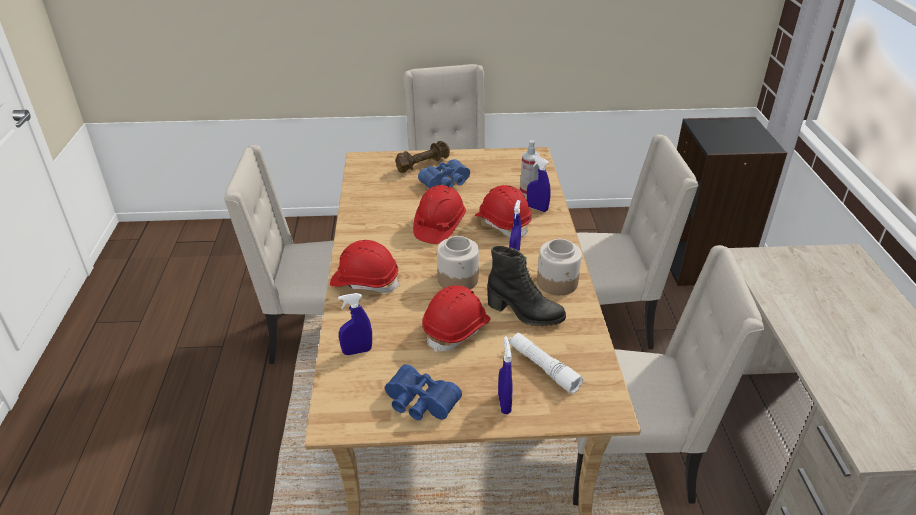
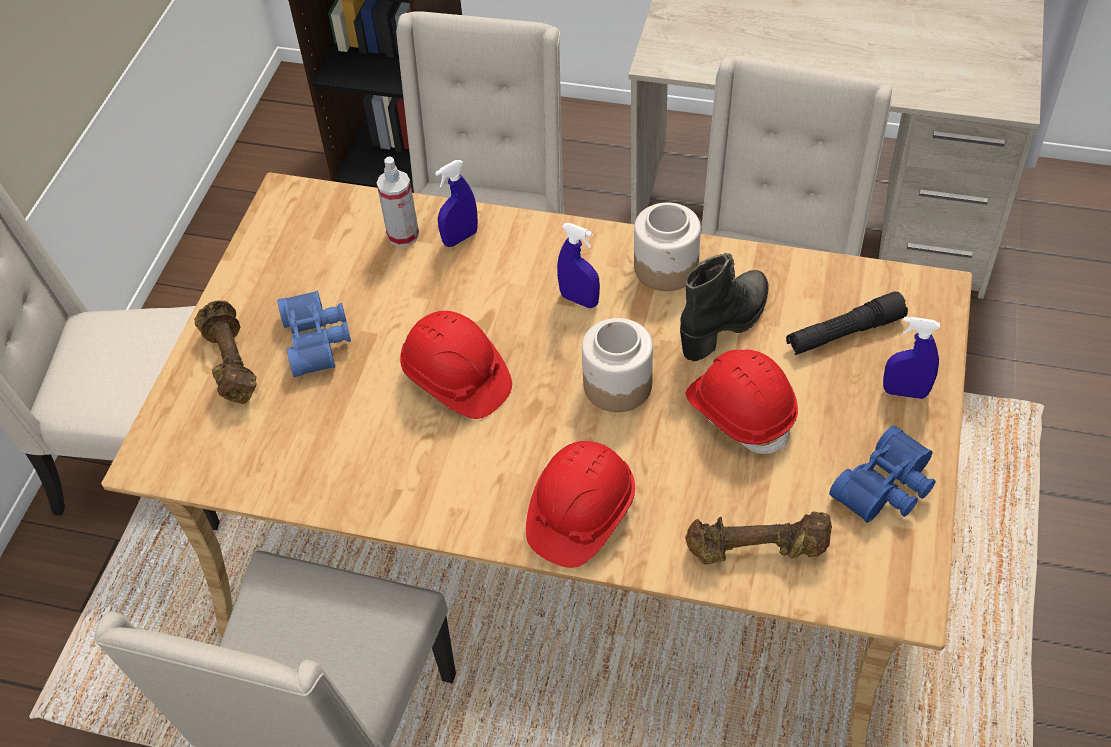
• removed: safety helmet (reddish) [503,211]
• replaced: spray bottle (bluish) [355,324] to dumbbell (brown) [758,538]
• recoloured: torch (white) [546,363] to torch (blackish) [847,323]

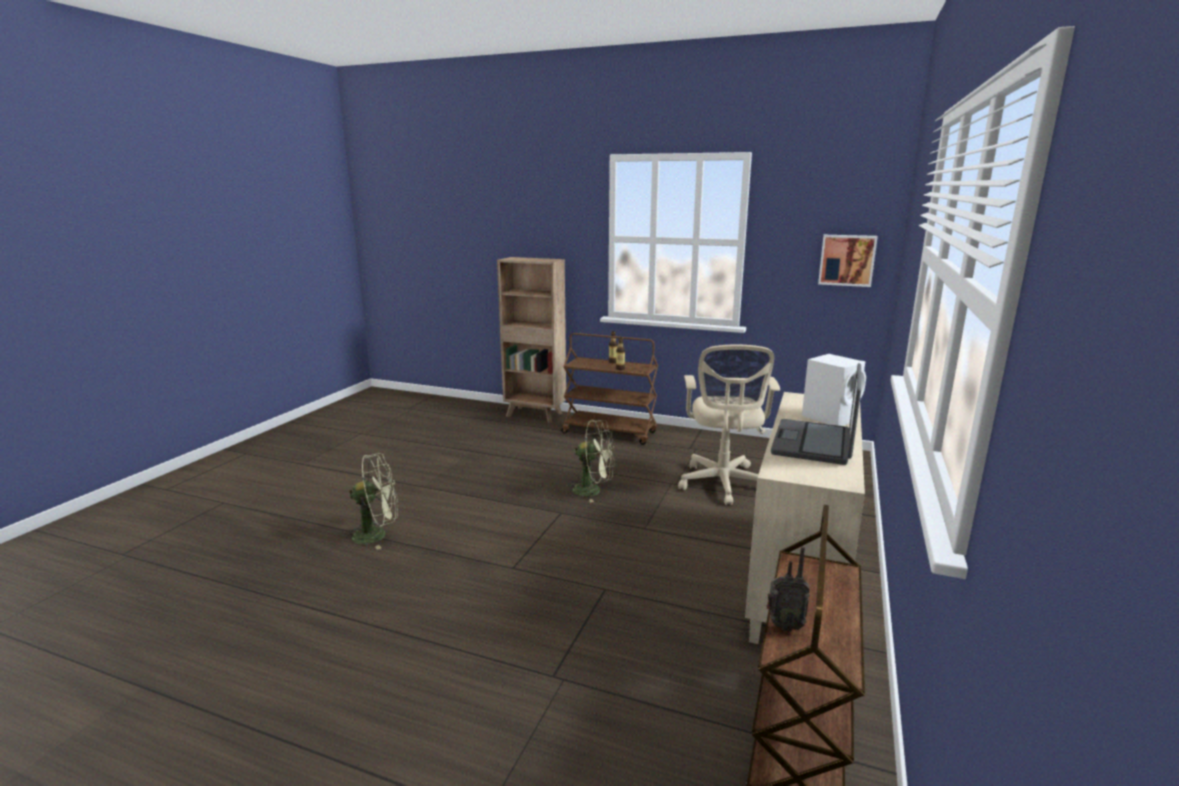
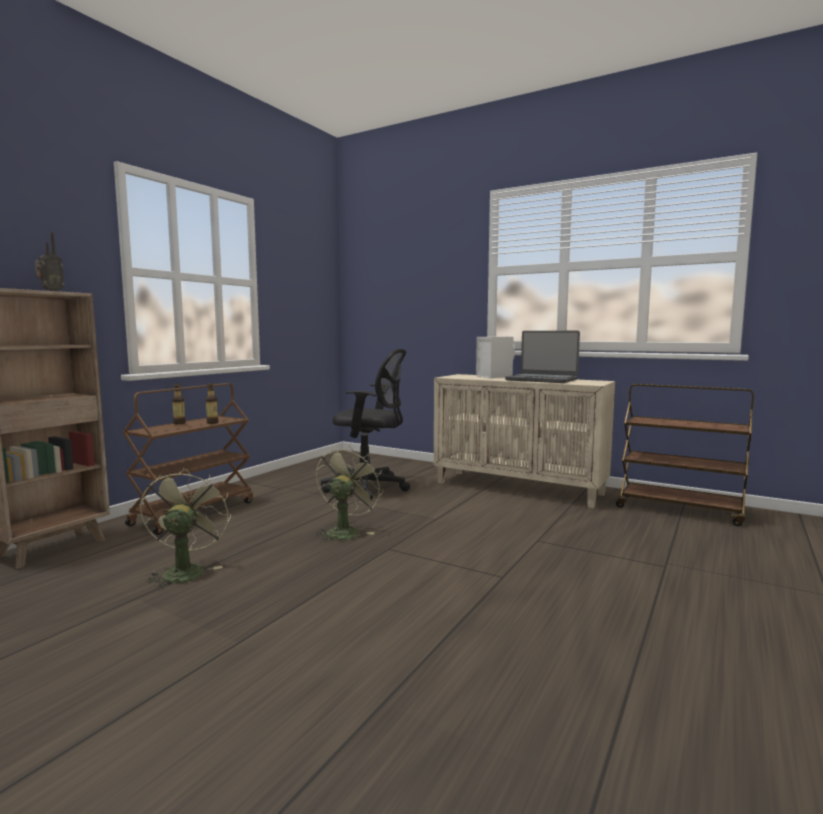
• removed: wall art [848,261]
• recoloured: office chair (sand-coloured) [729,424] to office chair (blackish) [365,424]
• moved: electric fan (green-coloured) [370,501] to [185,528]
• moved: radio receiver [788,588] to [49,261]

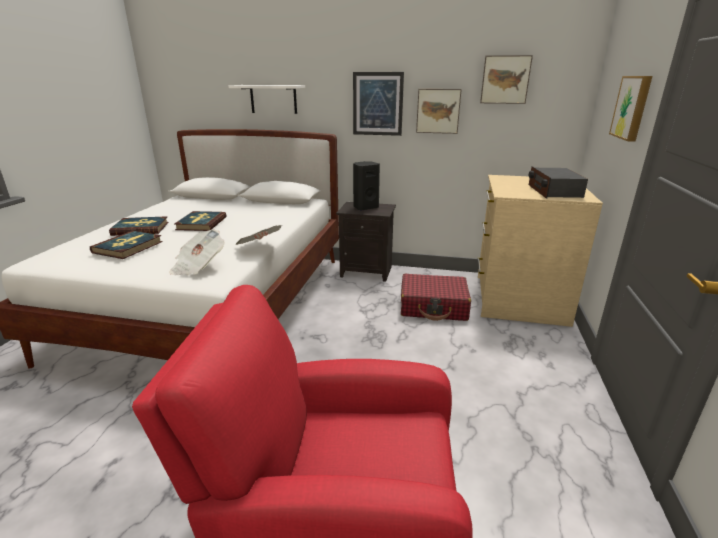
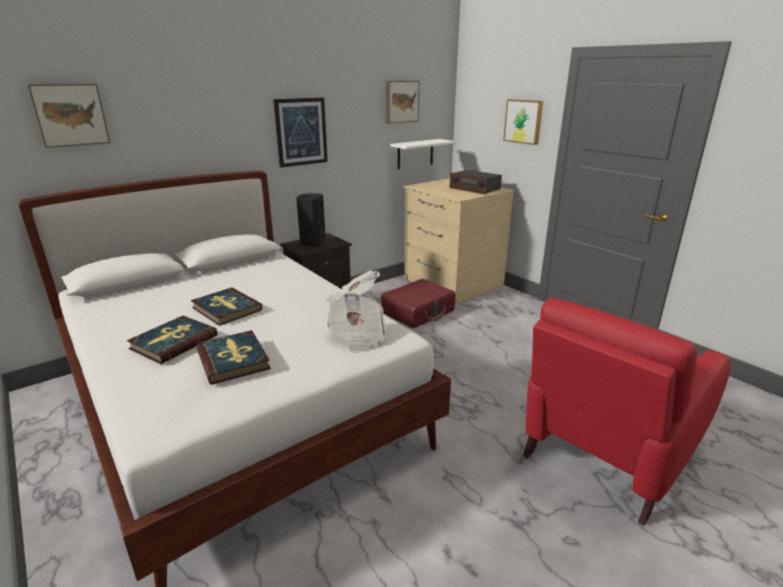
• moved: wall shelf (white) [267,99] to [423,154]
• moved: wall art [439,111] to [68,116]

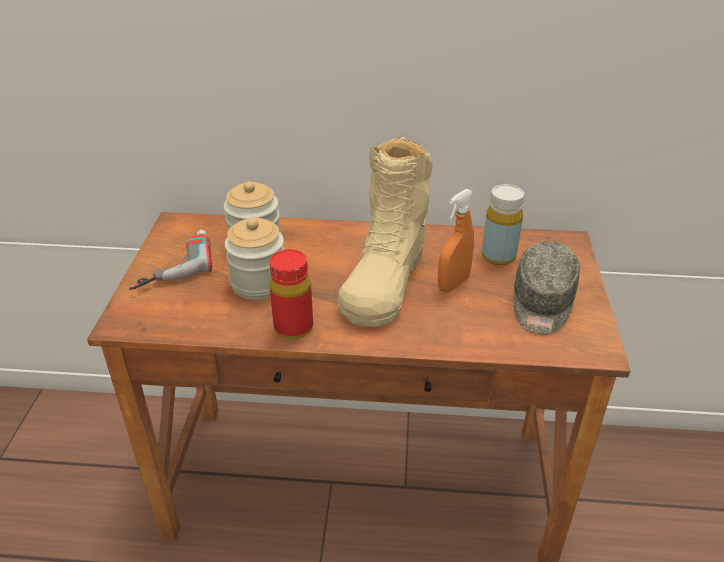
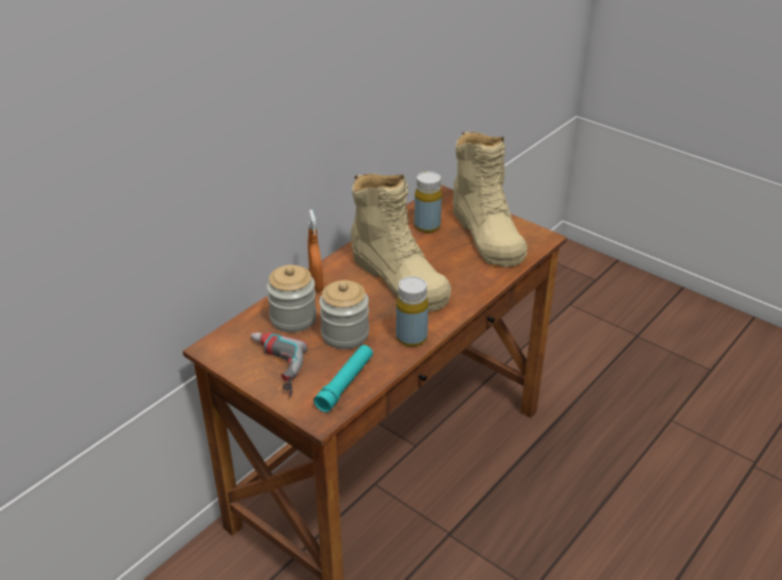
• moved: spray bottle (orangey) [456,240] to [315,251]
• replaced: peaked cap (grey) [546,287] to boot (sand-coloured) [490,199]
• recoloured: bottle (reddish) [291,294] to bottle (yellowish) [412,311]
• added: torch (blue-green) [343,378]

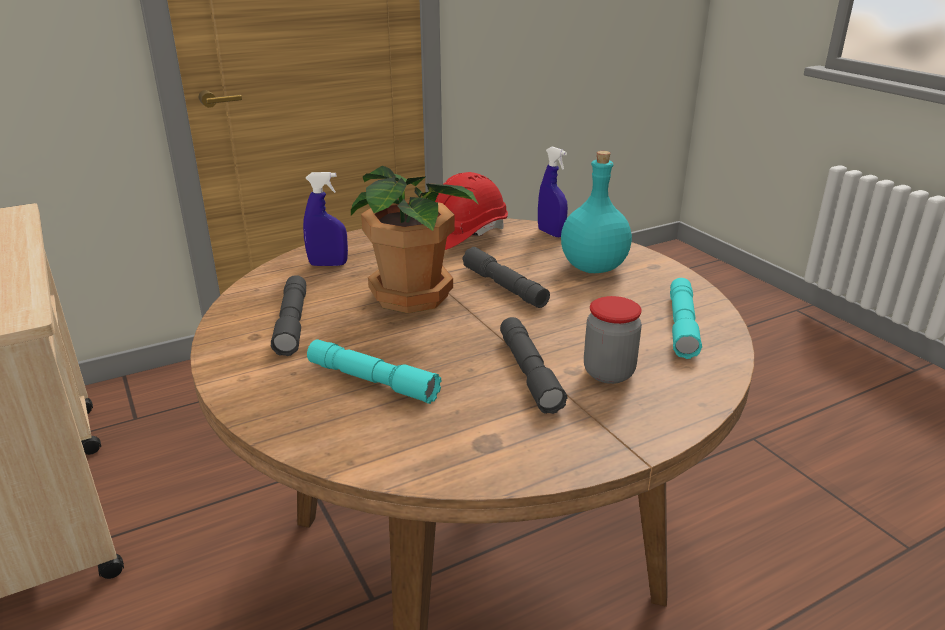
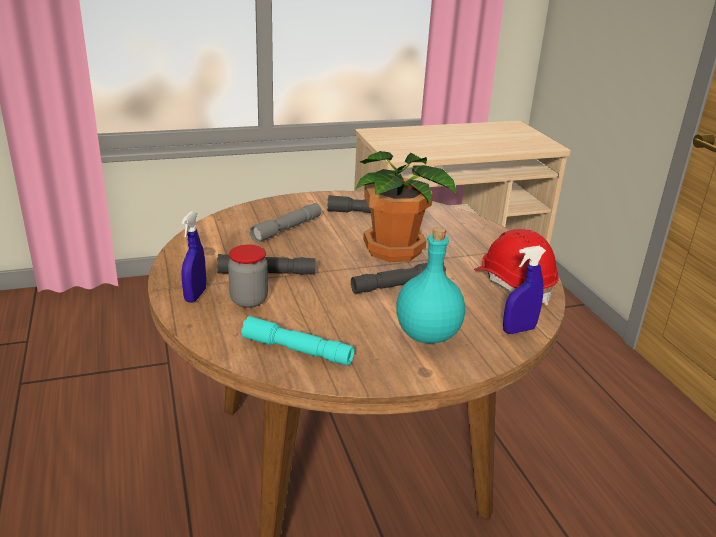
• moved: spray bottle (bluish) [325,219] to [193,257]
• recoloured: torch (blue-green) [374,371] to torch (grey) [286,223]

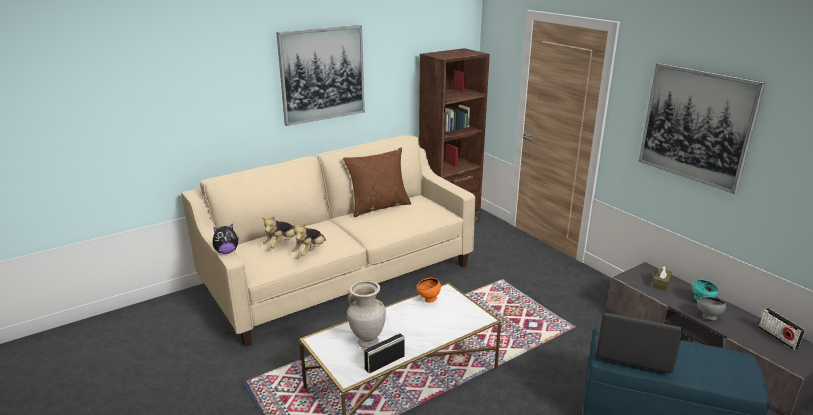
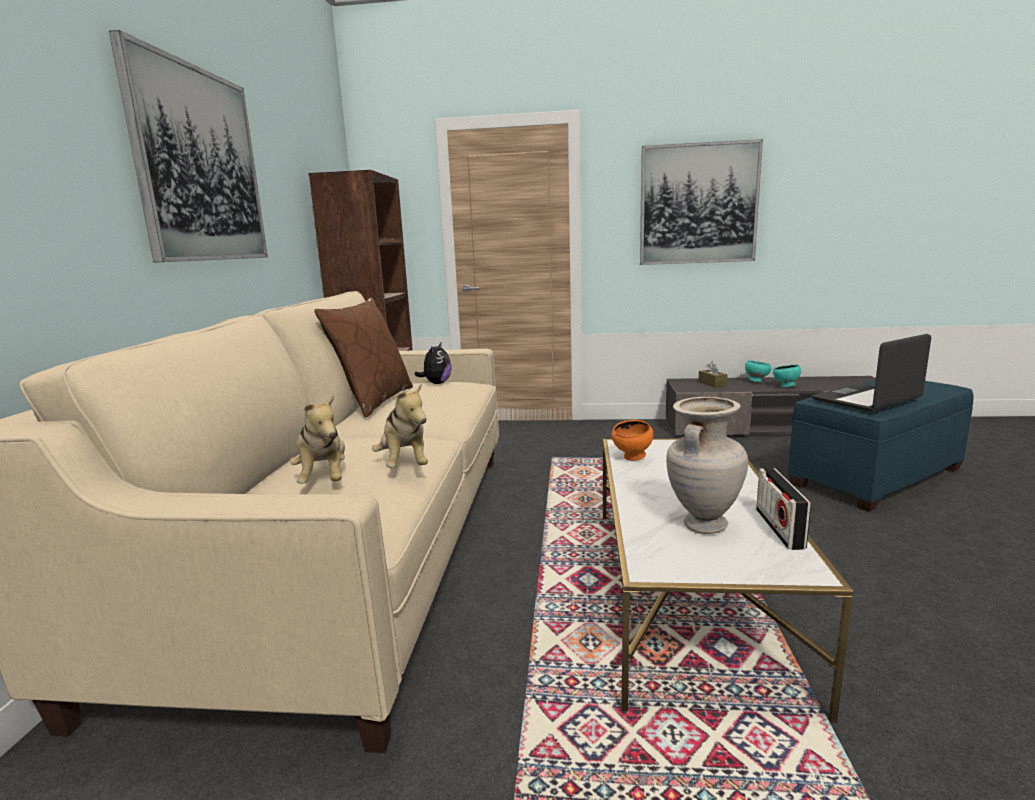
• moved: plush toy [226,239] to [433,363]
• recoloured: serving bowl (grey) [712,308] to serving bowl (blue-green) [787,376]
• removed: radio receiver [781,329]

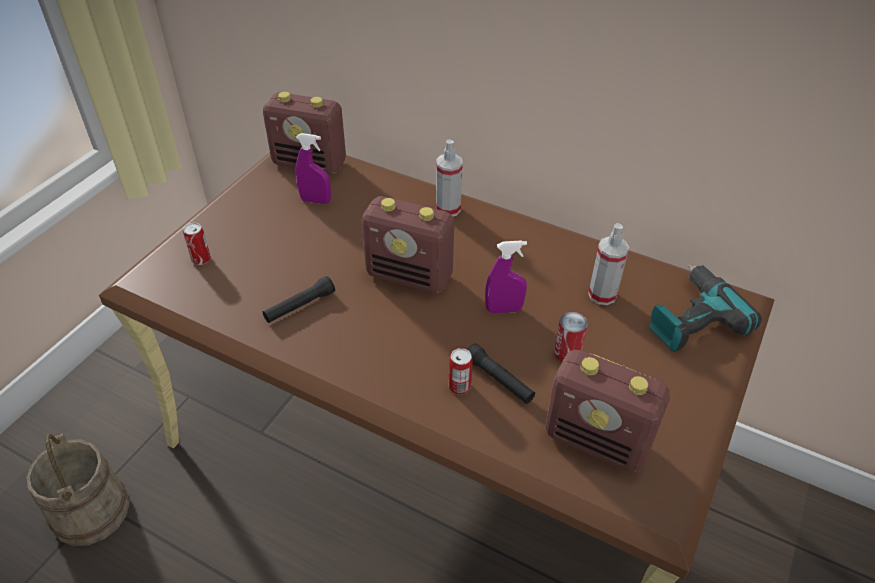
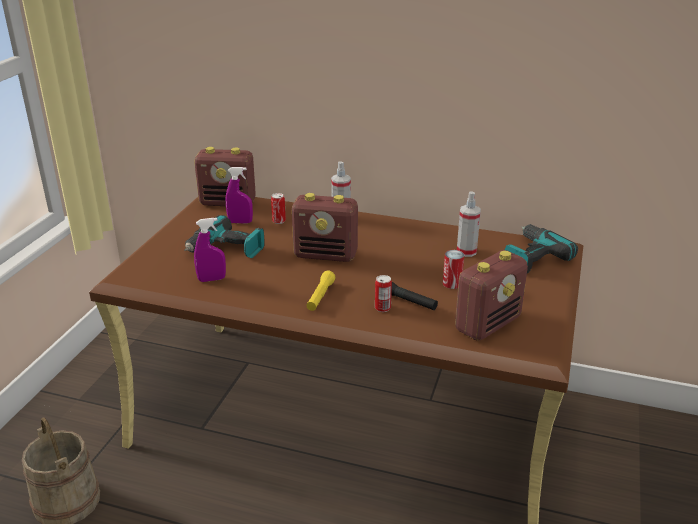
• moved: can [197,244] to [278,208]
• moved: spray bottle (purplish) [506,276] to [210,250]
• removed: torch (blackish) [299,299]
• turned: radio receiver [607,411] = [491,295] 60 degrees counterclockwise
• added: power drill [224,236]
• added: torch (yellowish) [320,291]

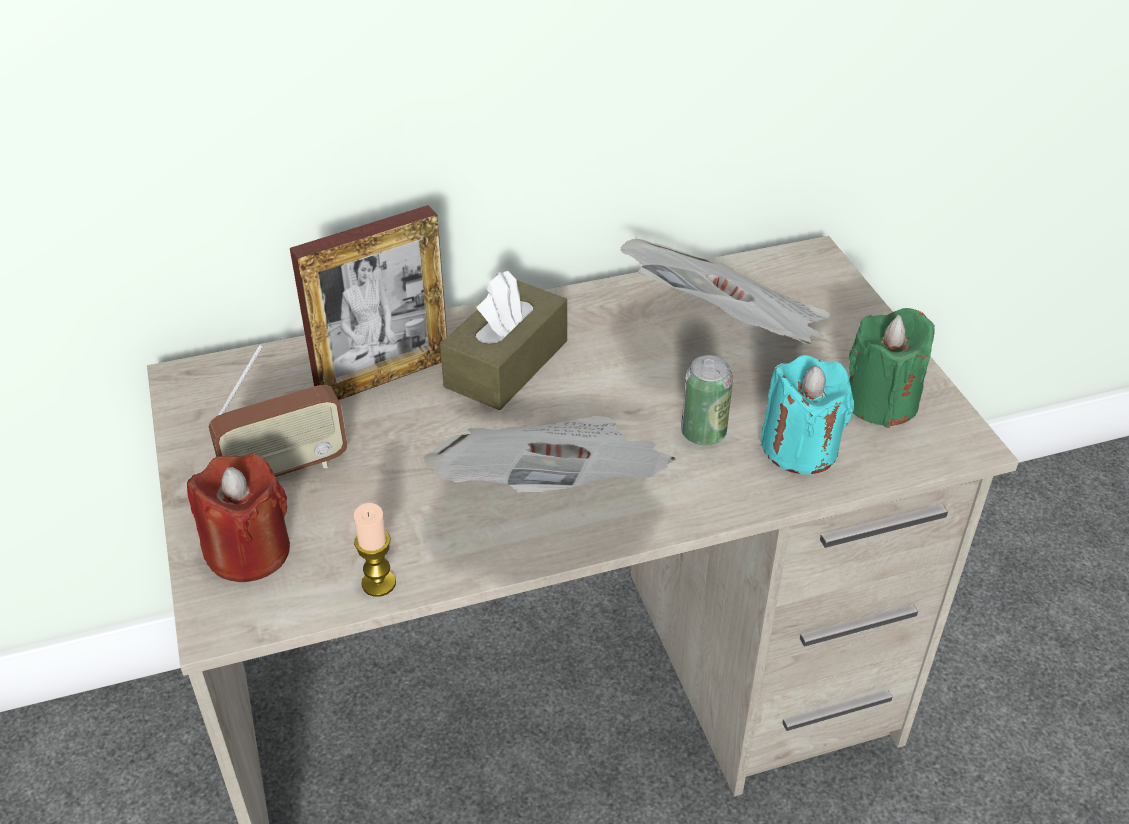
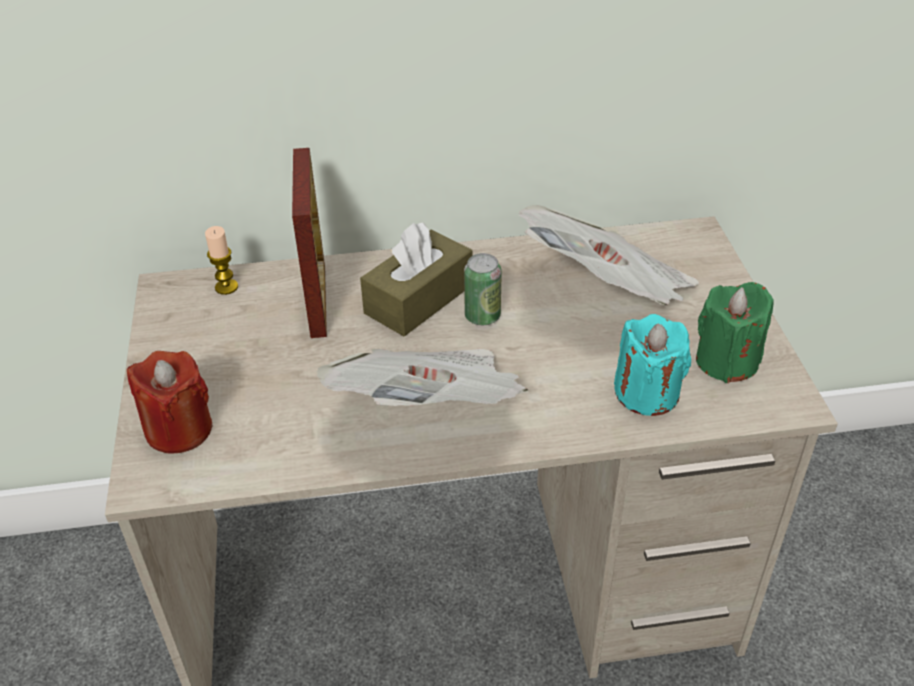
• turned: standing frame [368,302] = [309,243] 75 degrees counterclockwise
• removed: radio receiver [278,410]
• moved: can [707,400] to [483,289]
• moved: wax light [375,550] to [221,260]

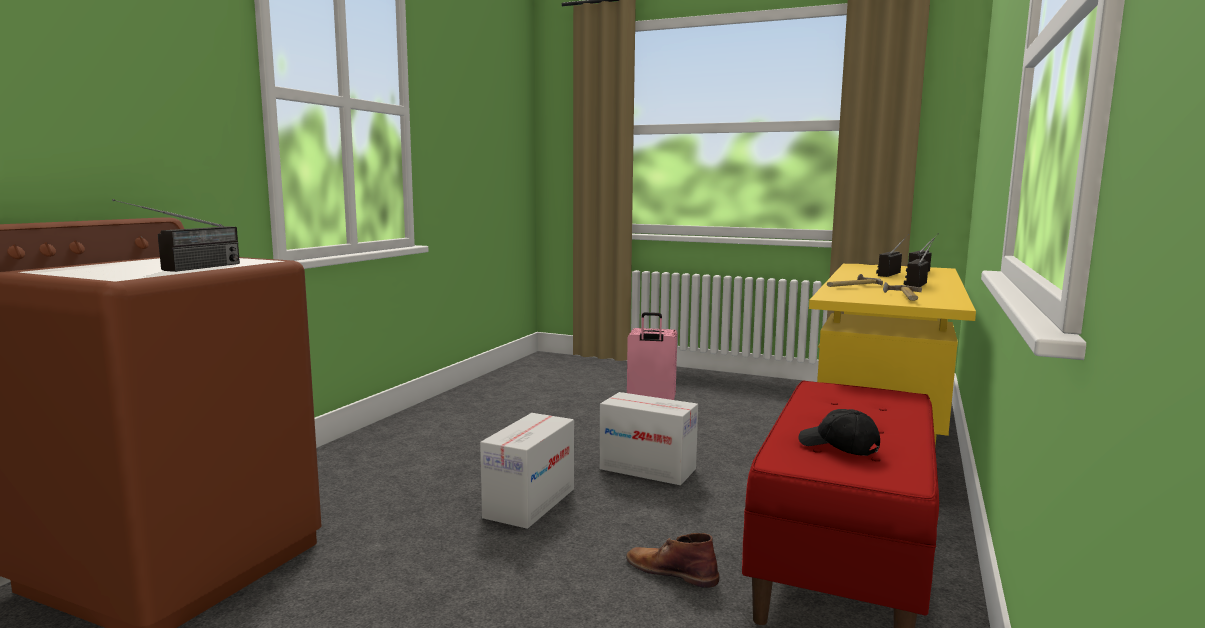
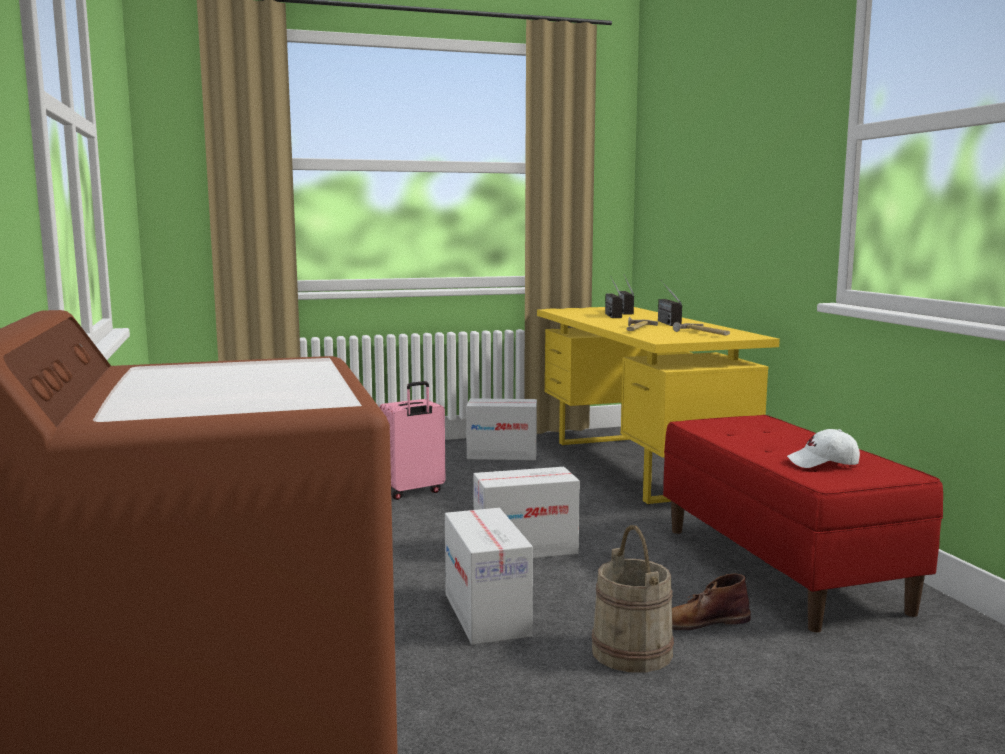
• removed: radio receiver [176,235]
• recoloured: peaked cap (blackish) [839,432] to peaked cap (white) [823,448]
• added: packing box [501,429]
• added: bucket (sand-coloured) [633,599]

